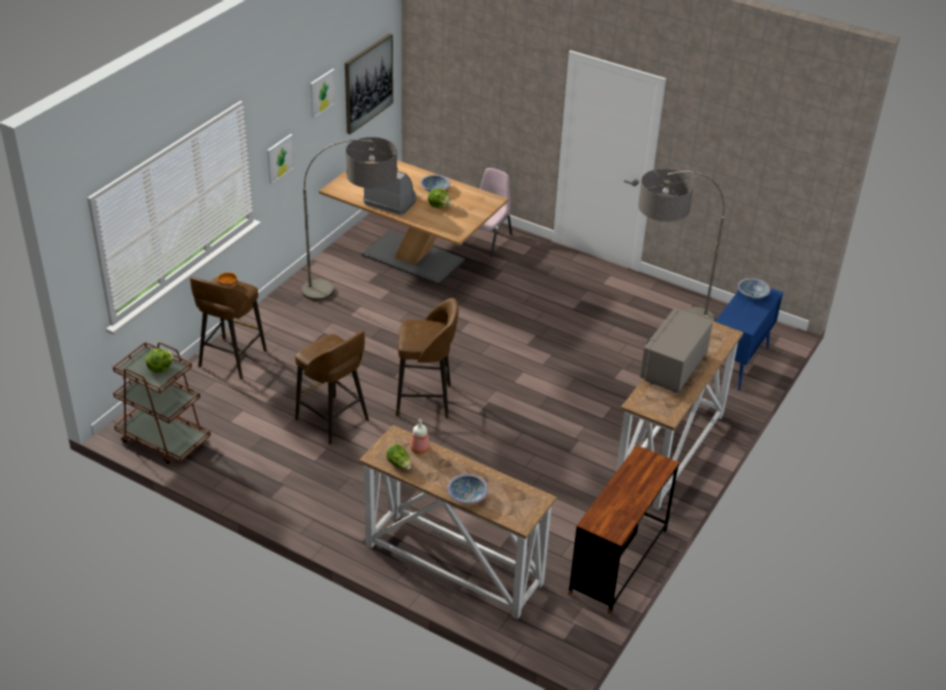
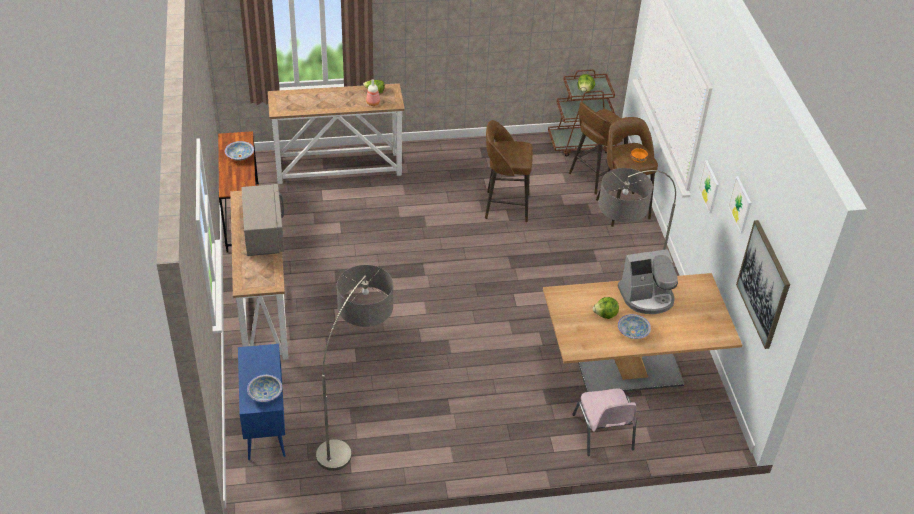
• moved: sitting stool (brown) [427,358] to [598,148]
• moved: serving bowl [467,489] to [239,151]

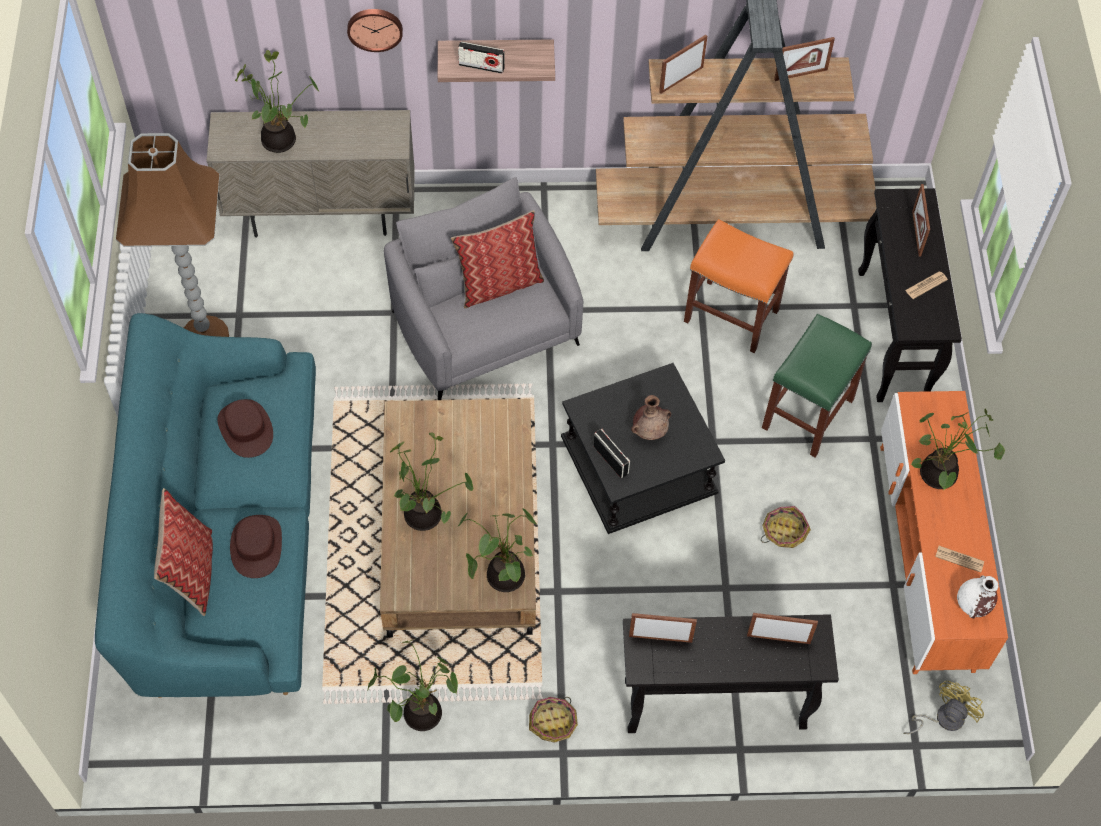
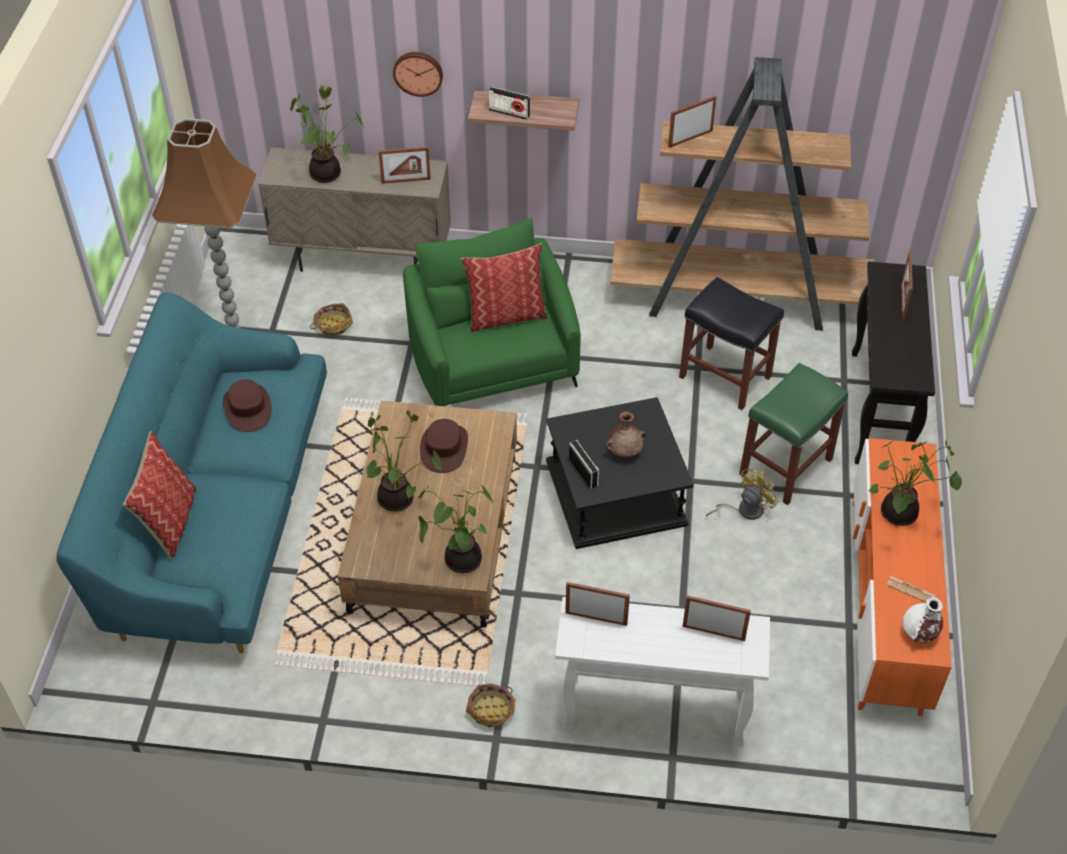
• moved: standing frame [804,59] to [404,165]
• recoloured: lounge chair (grey) [483,288] to lounge chair (green-coloured) [492,312]
• recoloured: sitting stool (orangey) [738,286] to sitting stool (blackish) [731,343]
• removed: printed paper [926,285]
• moved: basket [786,527] to [331,319]
• moved: hat (brown) [256,546] to [444,446]
• recoloured: hall table (blackish) [731,673] to hall table (white) [662,672]
• removed: houseplant [413,685]
• moved: electric fan (yellowish) [943,707] to [742,494]

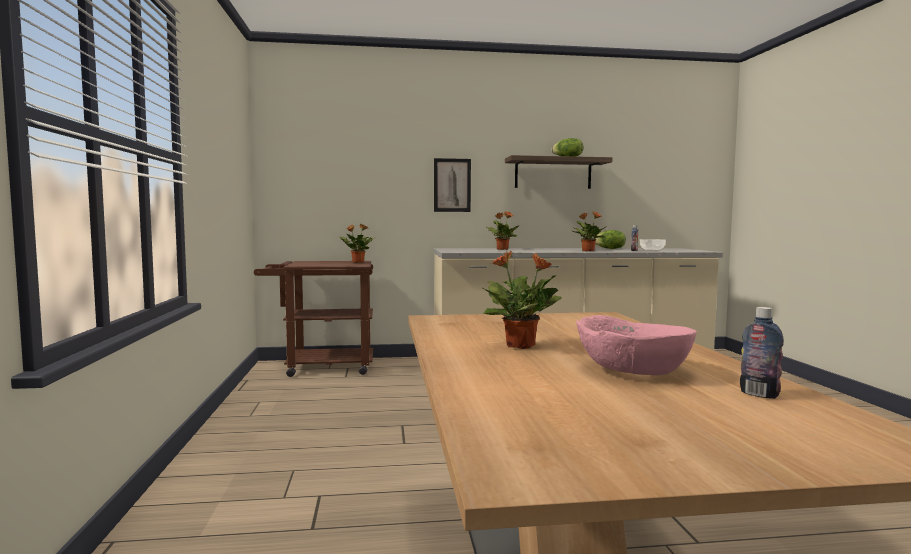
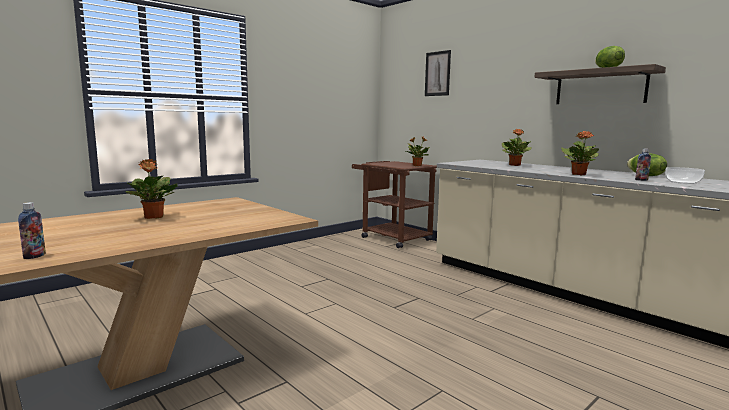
• moved: wall art [452,185] to [438,73]
• removed: serving bowl (pink-coloured) [636,345]

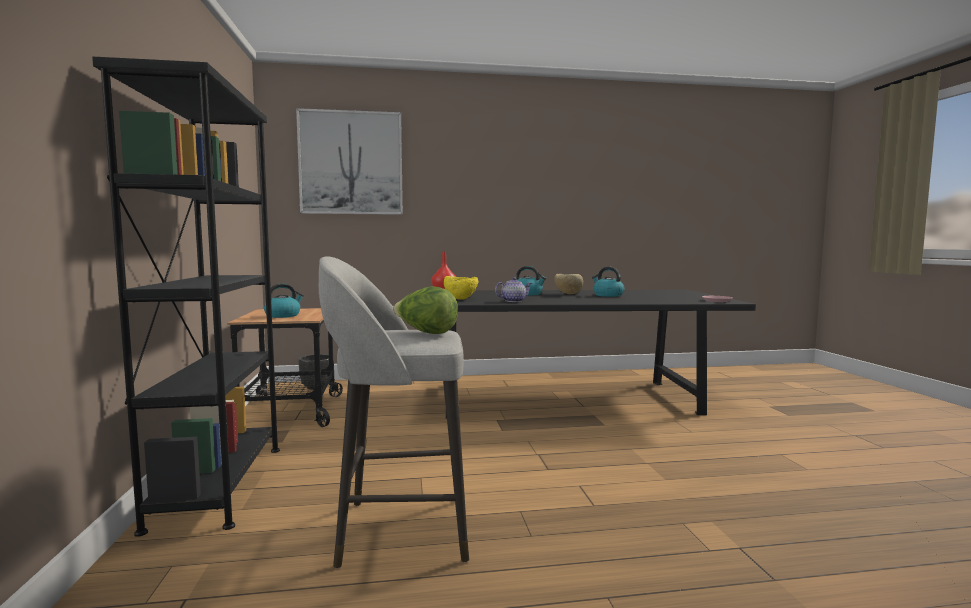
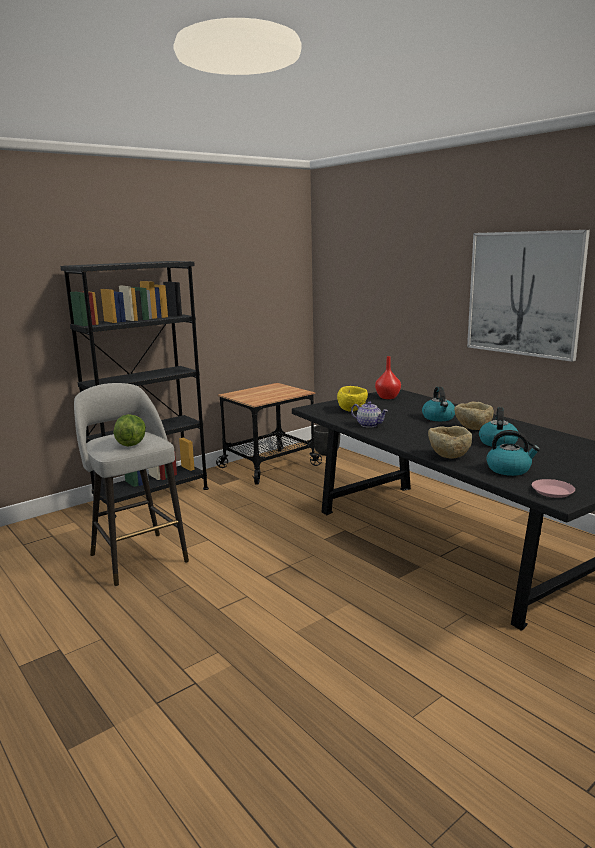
• moved: wall art [349,161] to [528,296]
• moved: kettle [284,300] to [513,453]
• added: serving bowl (sand-coloured) [450,442]

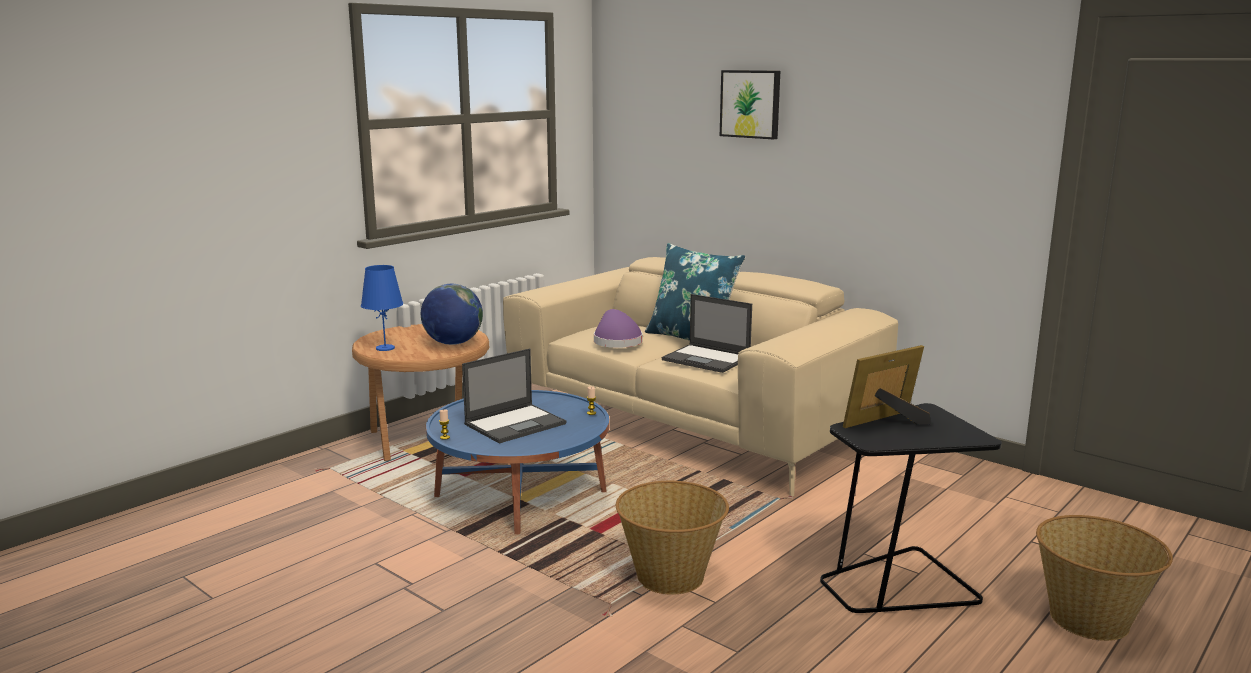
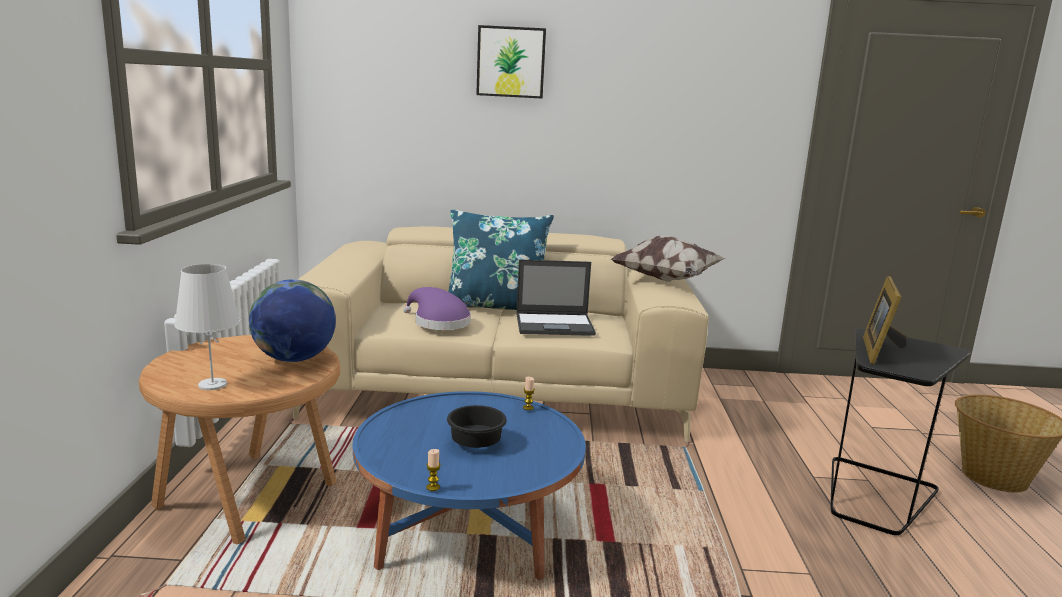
• recoloured: tabletop lamp (bluish) [382,308] to tabletop lamp (white) [207,327]
• replaced: notebook computer [514,395] to serving bowl (blackish) [477,426]
• removed: basket [672,538]
• added: pillow [668,258]

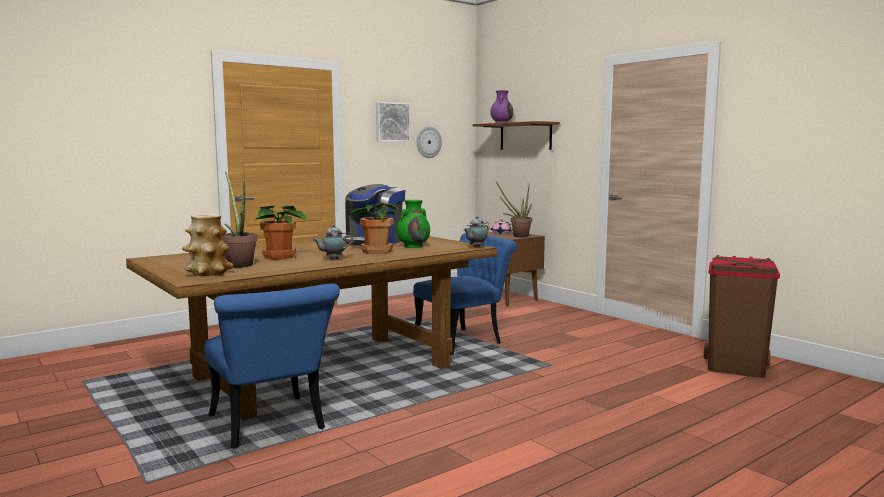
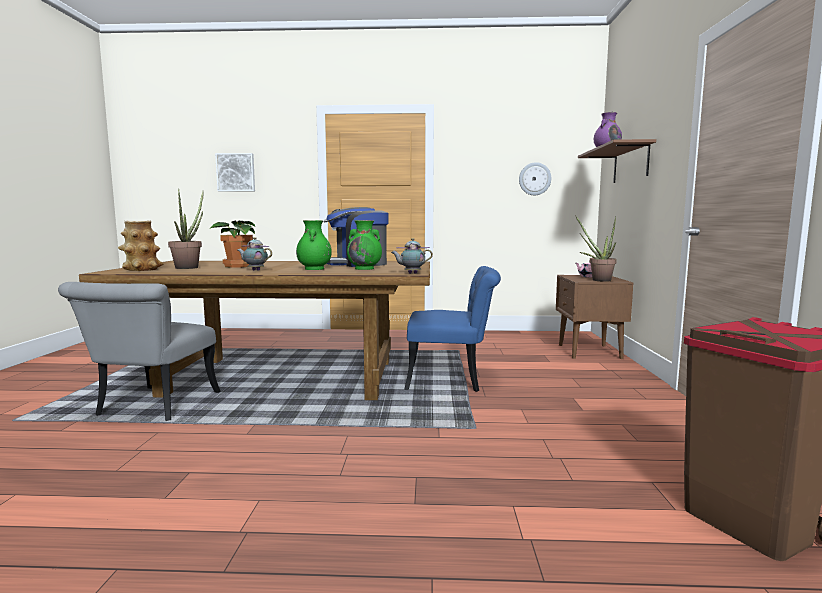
• moved: wall art [393,122] to [235,172]
• replaced: houseplant [373,228] to flower vase (green-coloured) [314,245]
• recoloured: chair (bluish) [272,366] to chair (grey) [139,351]

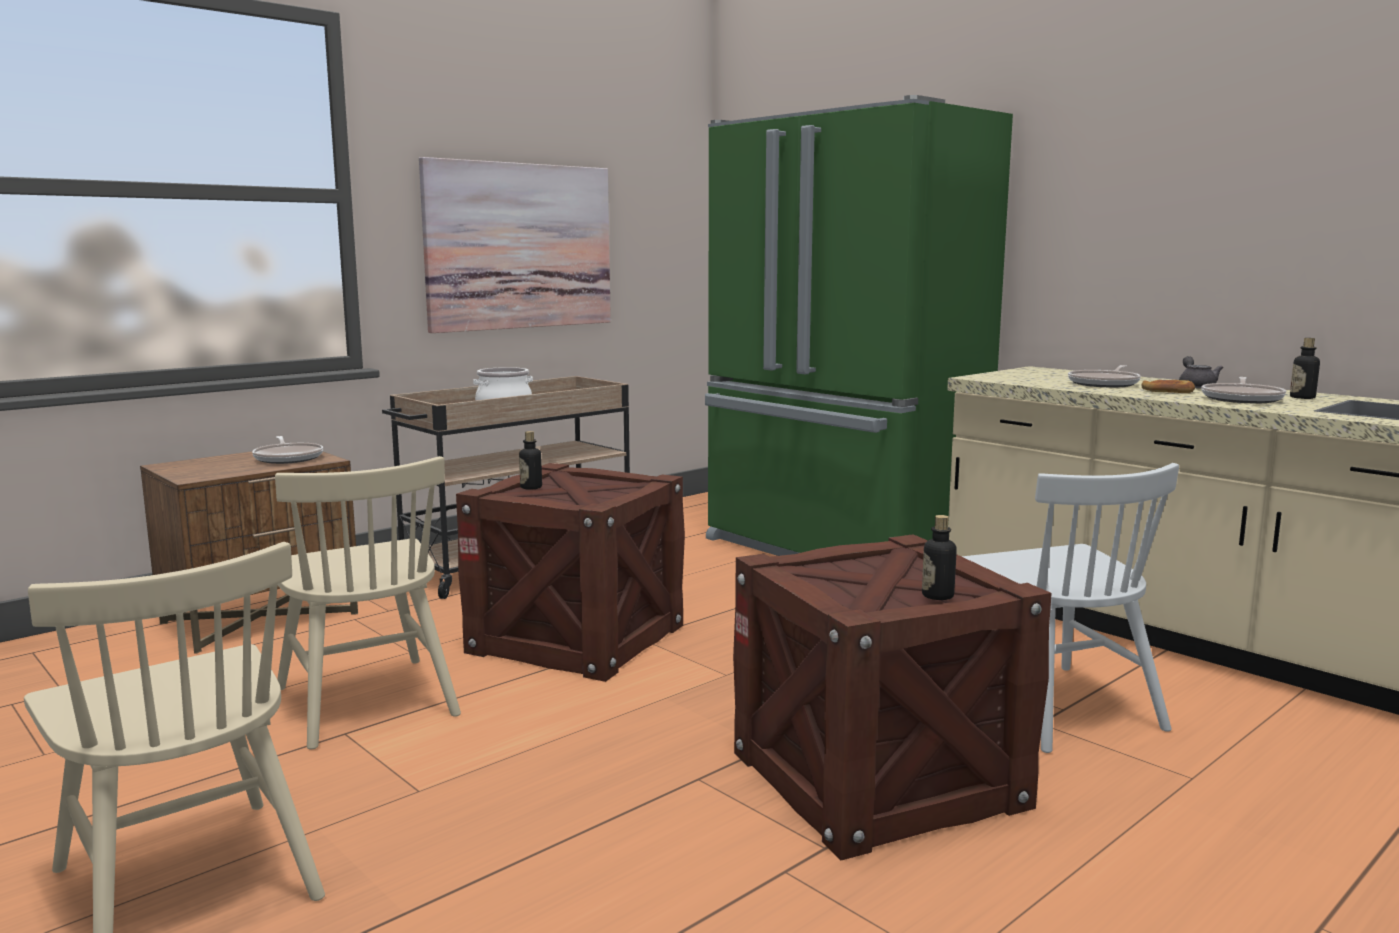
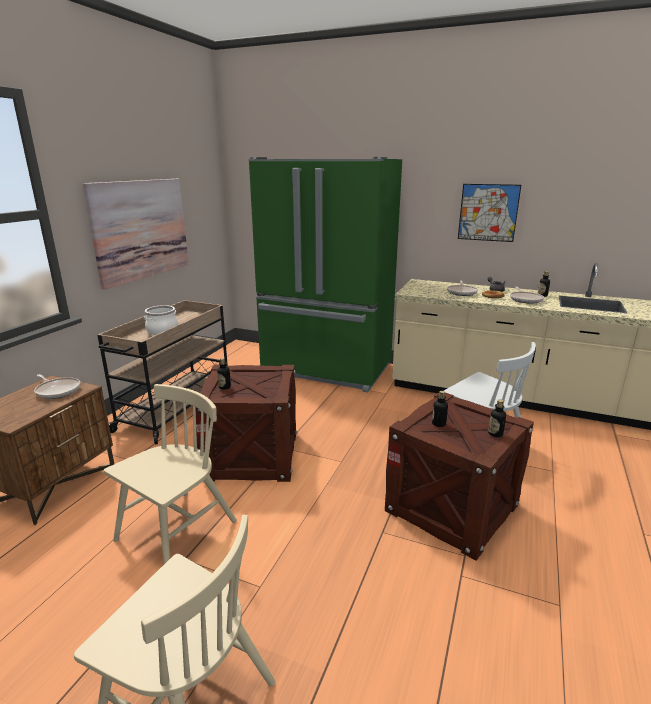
• turned: chair (sand-coloured) [368,603] = [170,474] 90 degrees counterclockwise
• added: wall art [489,213]
• added: bottle [440,409]

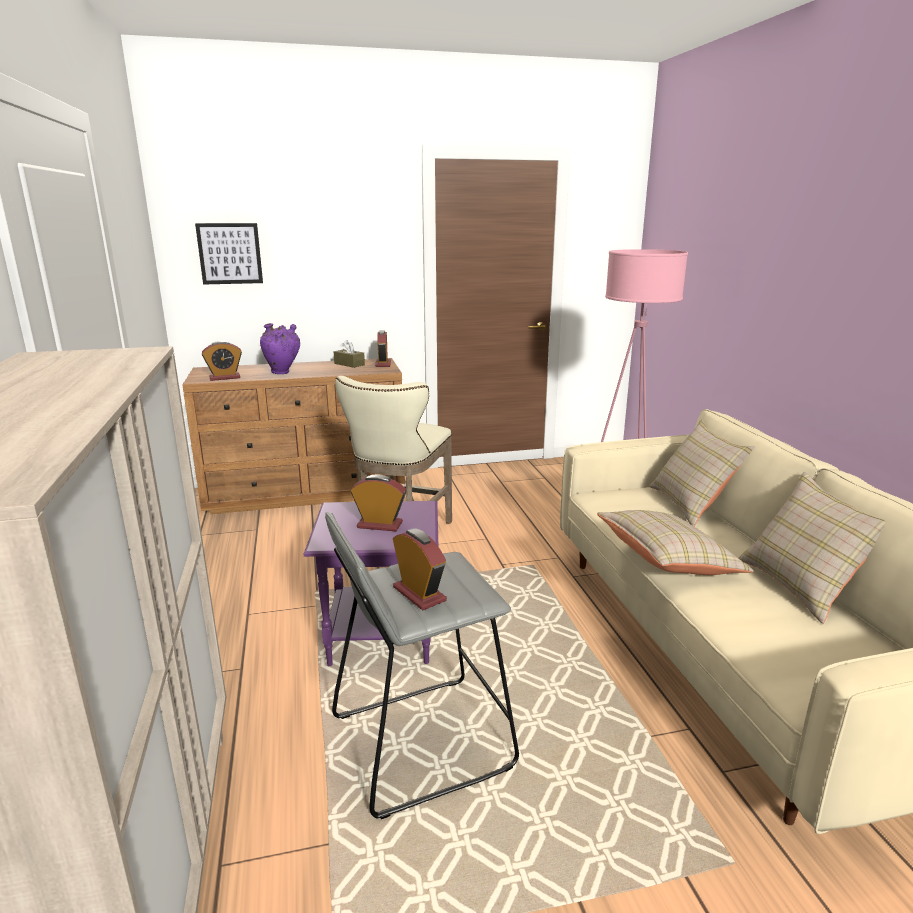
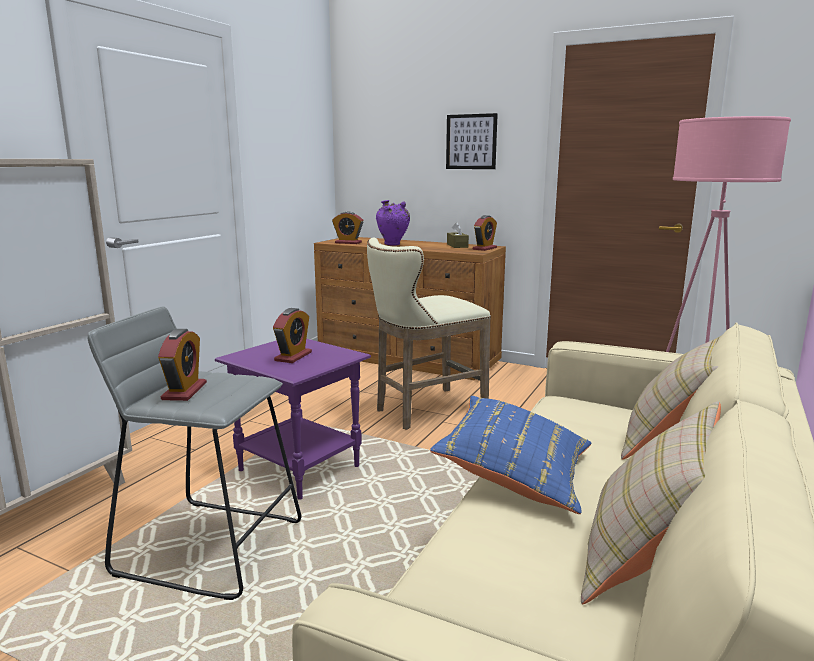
• moved: wall art [229,254] to [472,141]
• turned: bedside clock [378,502] = [292,335] 60 degrees clockwise
• recoloured: pillow (sand-coloured) [675,542] to pillow (bluish) [510,455]

